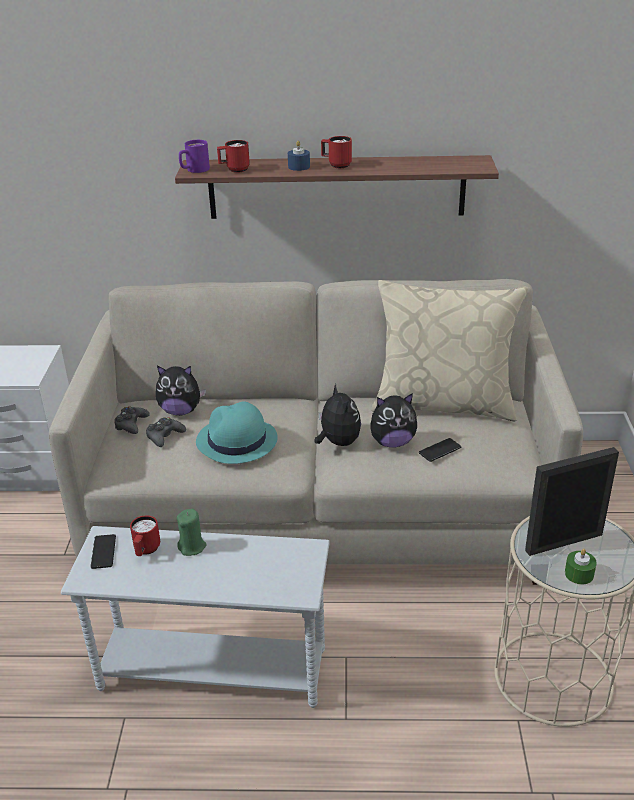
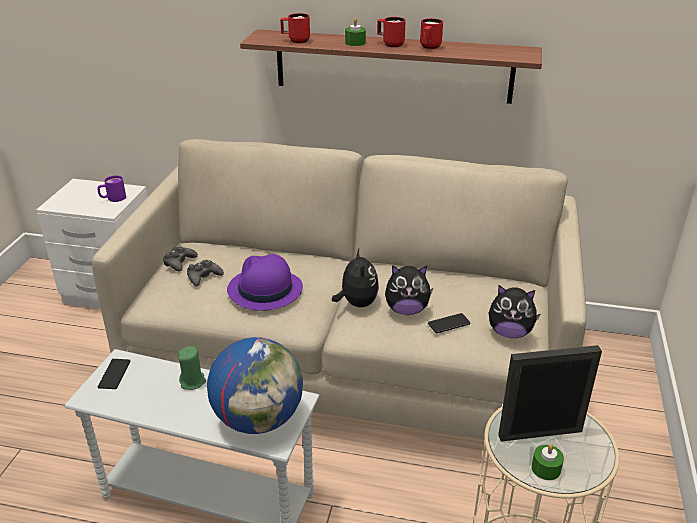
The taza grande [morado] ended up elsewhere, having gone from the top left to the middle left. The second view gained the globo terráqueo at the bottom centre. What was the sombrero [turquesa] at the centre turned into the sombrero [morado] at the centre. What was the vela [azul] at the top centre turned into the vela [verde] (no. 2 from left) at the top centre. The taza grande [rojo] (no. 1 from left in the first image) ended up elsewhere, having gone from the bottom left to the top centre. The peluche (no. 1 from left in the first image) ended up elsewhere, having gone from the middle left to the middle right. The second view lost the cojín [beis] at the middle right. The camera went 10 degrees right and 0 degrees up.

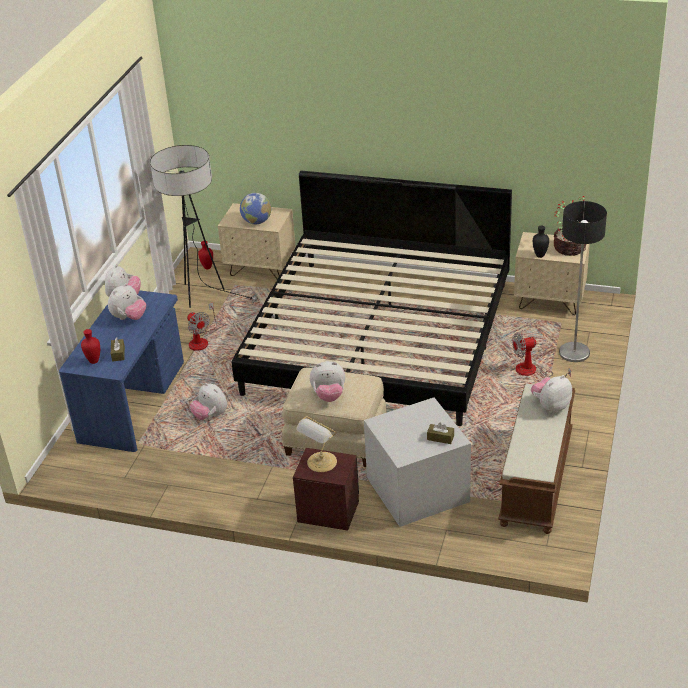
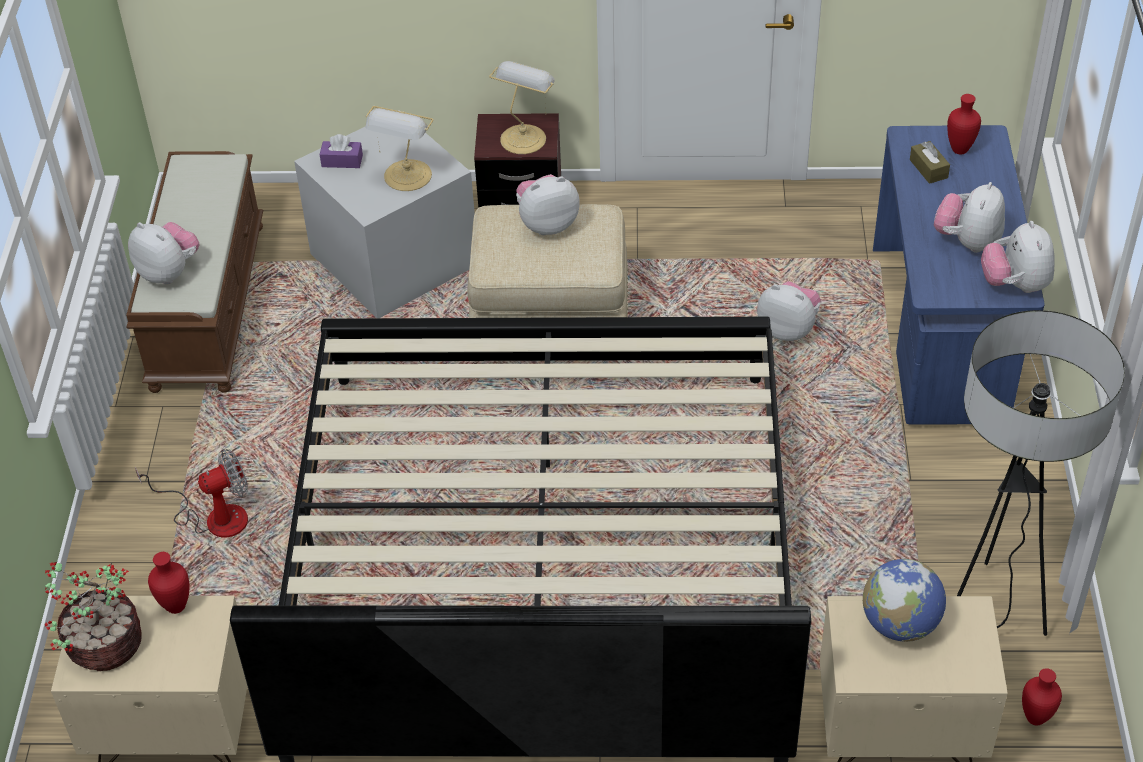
The peluche (no. 5 from left in the first image) at the middle right ended up facing another way, 90 degrees counterclockwise from before. What was the florero [negro] at the middle right turned into the florero [rojo] (no. 1 from left) at the bottom left. What was the caja de pañuelos [marrón] (no. 2 from left) at the centre turned into the caja de pañuelos [morado] at the top left. The second view gained the lámpara de mesa (no. 1 from left) at the top centre. The second view lost the ventilador (no. 1 from left) at the middle left. The second view lost the lámpara de pie (no. 2 from left) at the middle right. The camera went 165 degrees right and 10 degrees up.

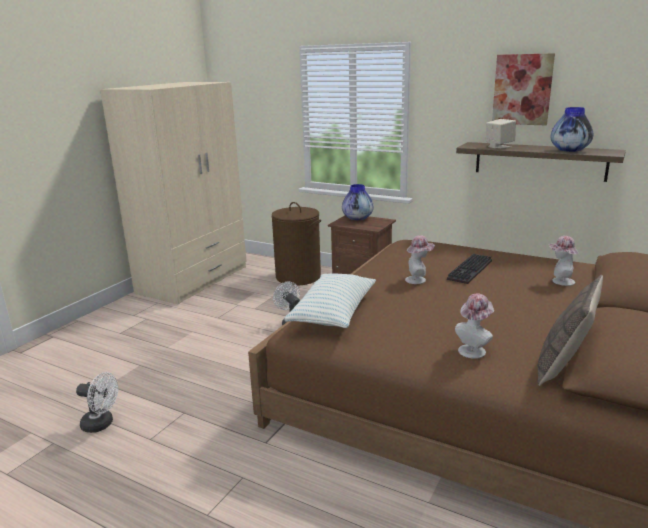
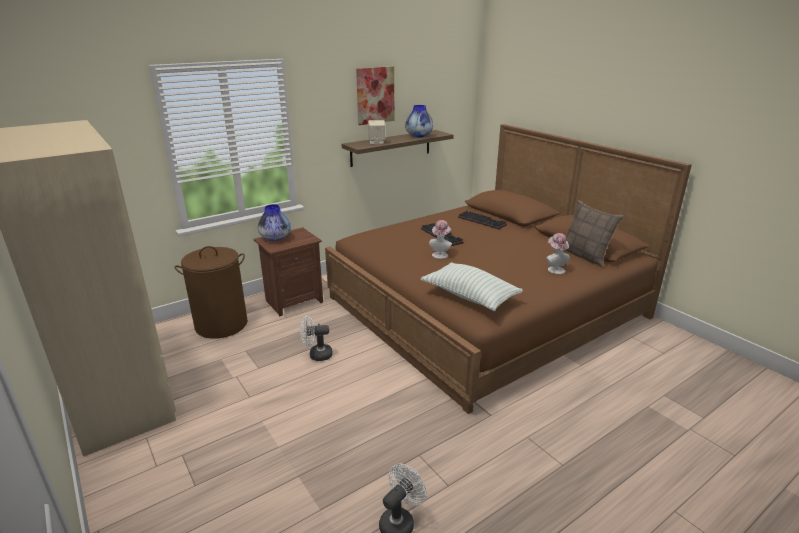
Where the sombrero (no. 3 from left) stood at the middle right, the teclado (no. 2 from left) came to stand at the centre. The camera went 65 degrees left and 5 degrees up.

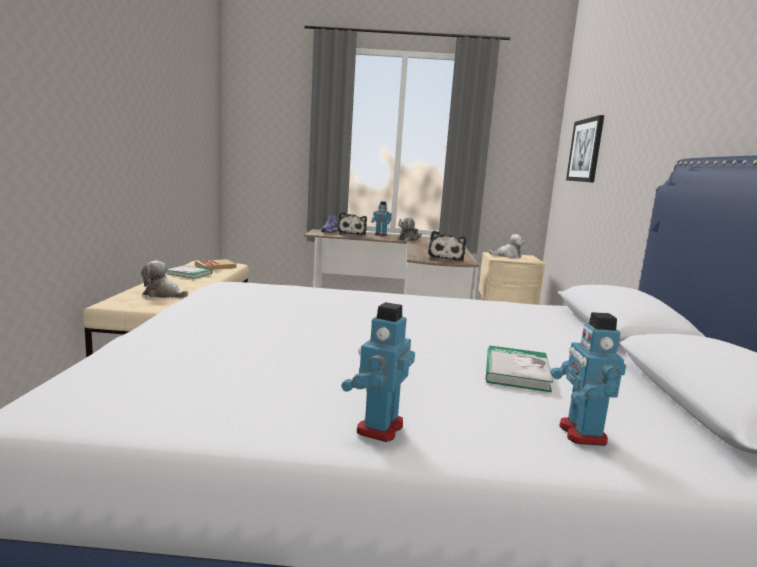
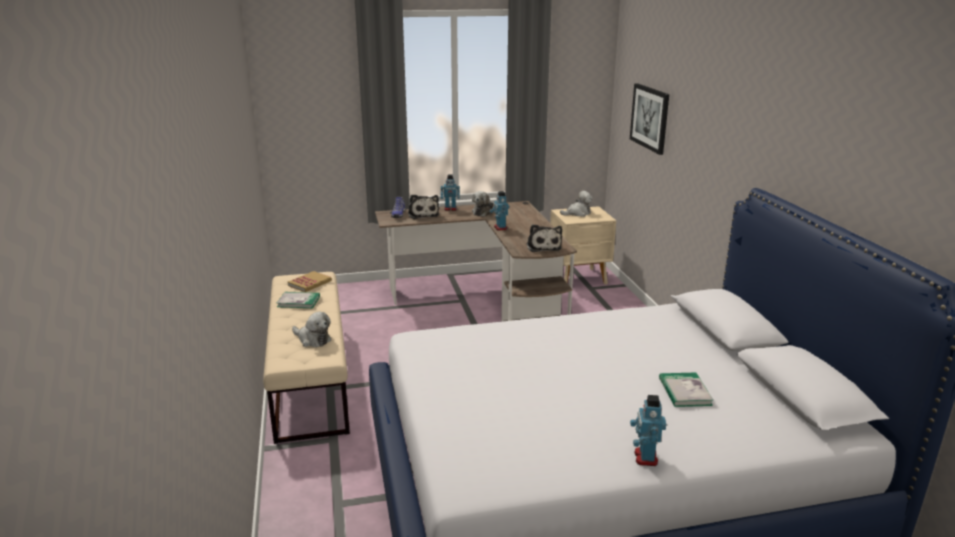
The peluche (no. 1 from left) at the middle left ended up facing another way, 150 degrees counterclockwise from before. The robot de juguete (no. 3 from left in the first image) ended up elsewhere, having gone from the bottom right to the centre. The camera went 15 degrees left and 10 degrees up.

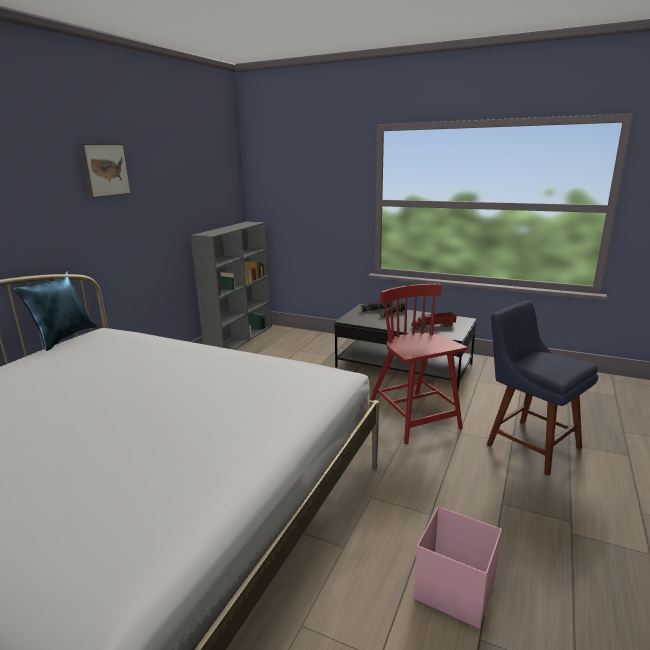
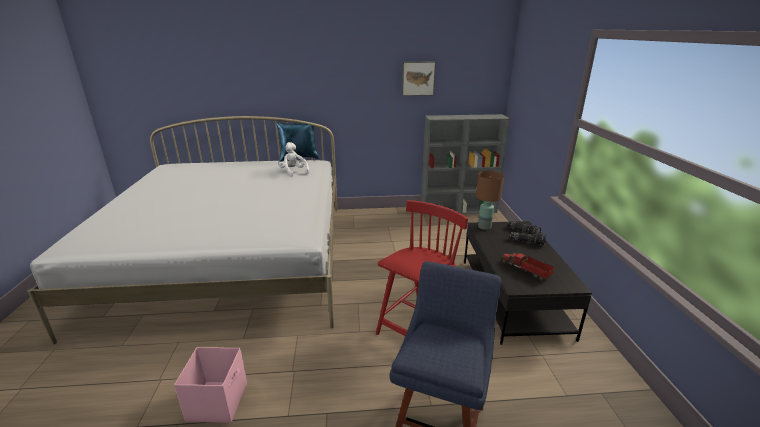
The second view gained the peluche [blanco] at the centre. The cuadro ended up elsewhere, having gone from the top left to the top centre. The second view gained the lámpara de mesa [marrón] at the centre. The camera went 60 degrees right and 5 degrees up.

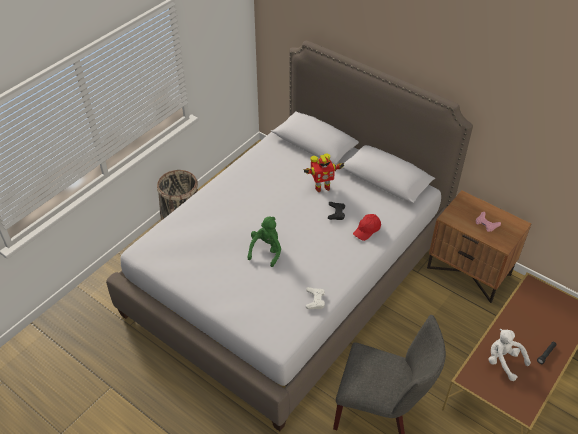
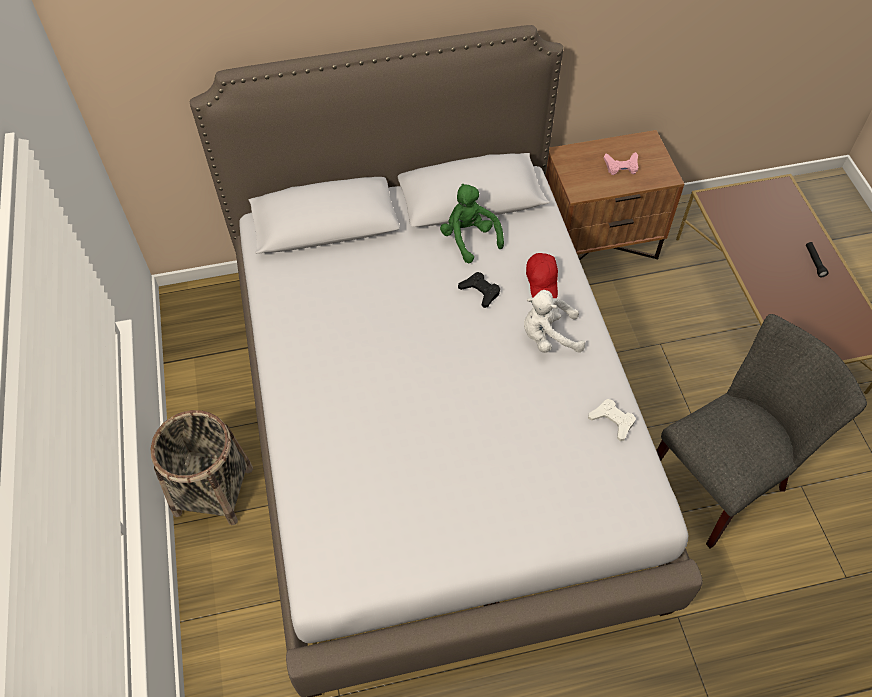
The peluche [verde] ended up elsewhere, having gone from the centre to the top centre. The peluche [blanco] ended up elsewhere, having gone from the bottom right to the centre. The second view lost the robot de juguete at the centre. The camera went 50 degrees left and 10 degrees up.

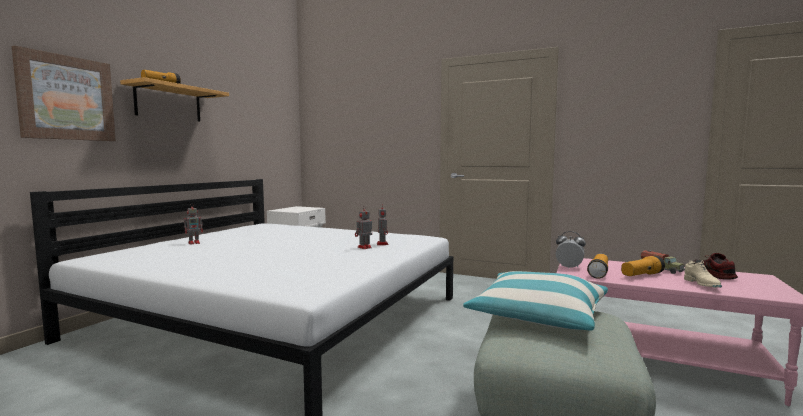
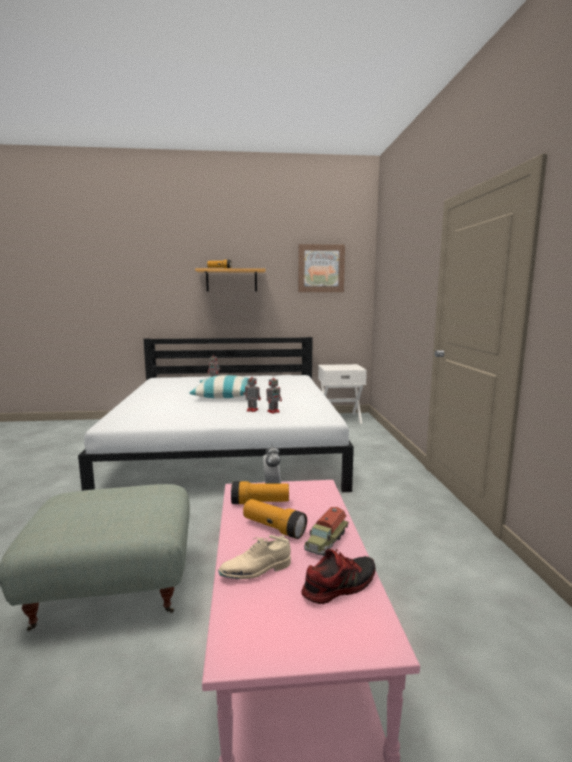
The cojín ended up elsewhere, having gone from the bottom centre to the centre. The cuadro ended up elsewhere, having gone from the top left to the centre. The camera went 60 degrees right and 5 degrees up.

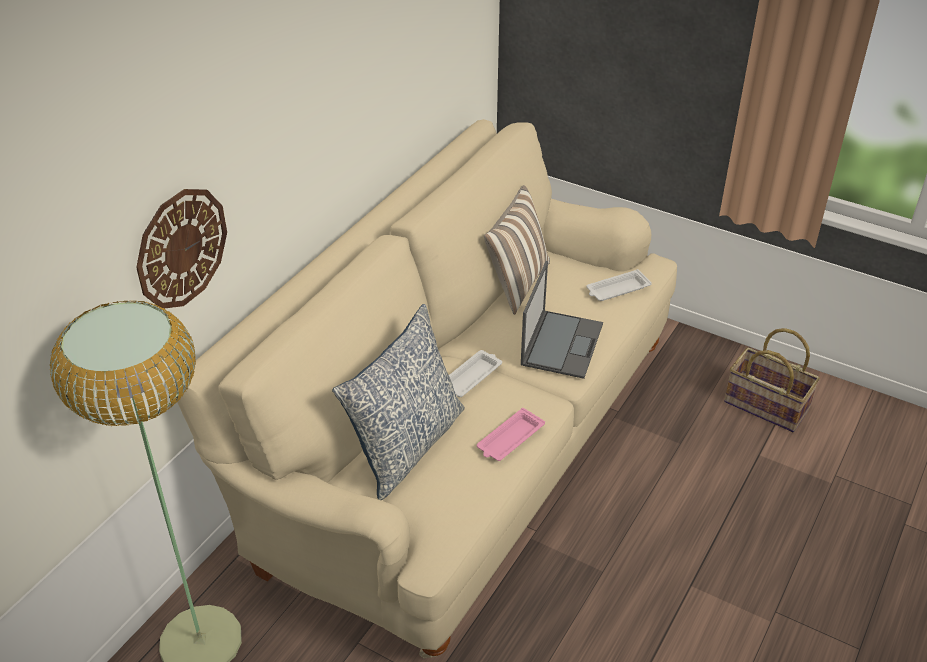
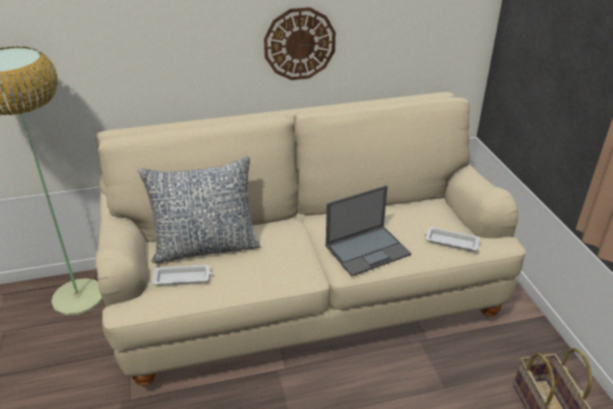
The bandeja [blanco] (no. 1 from left) ended up elsewhere, having gone from the centre to the bottom left. The reloj de pared ended up elsewhere, having gone from the middle left to the top centre. The second view lost the bandeja [rosa] at the centre. The second view lost the cojín (no. 2 from left) at the centre. The camera went 45 degrees right and 5 degrees down.

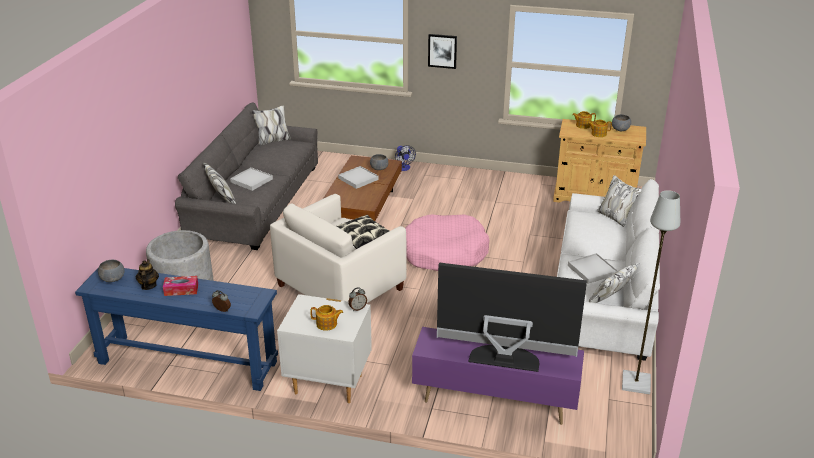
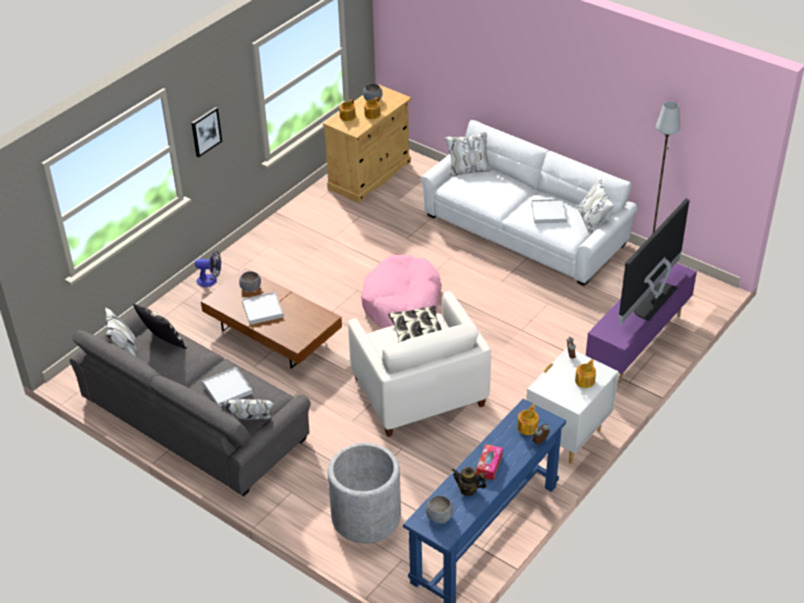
The second view gained the cojín (no. 1 from left) at the middle left. The second view gained the tetera (no. 4 from left) at the bottom centre. The camera went 65 degrees left and 10 degrees up.

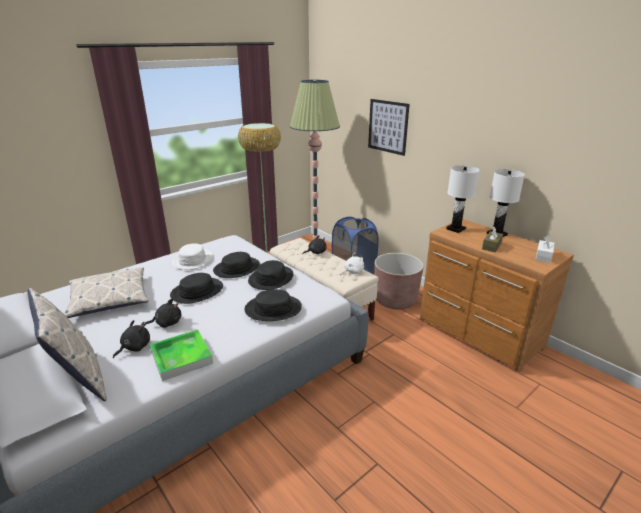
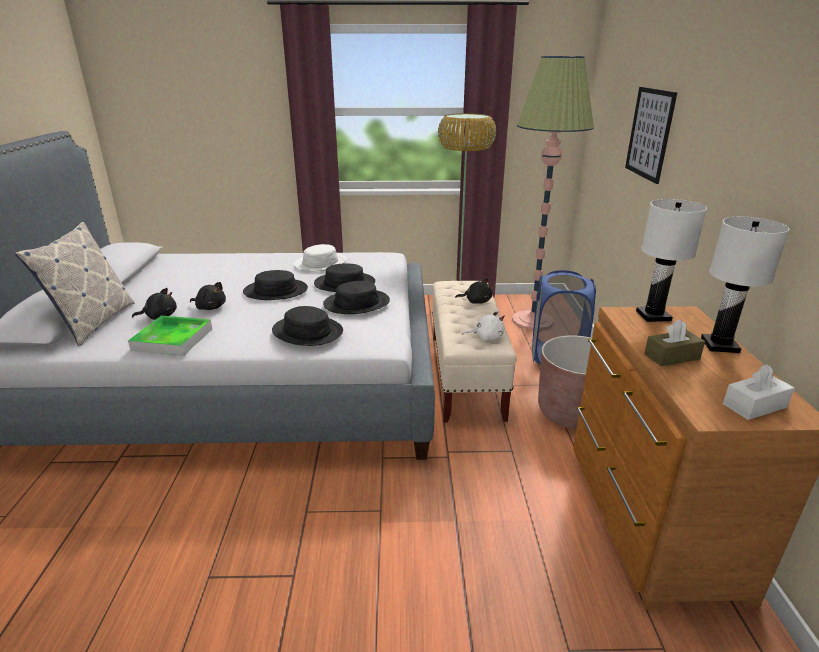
The second view lost the cojín (no. 2 from left) at the middle left. The camera went 40 degrees right and 0 degrees up.

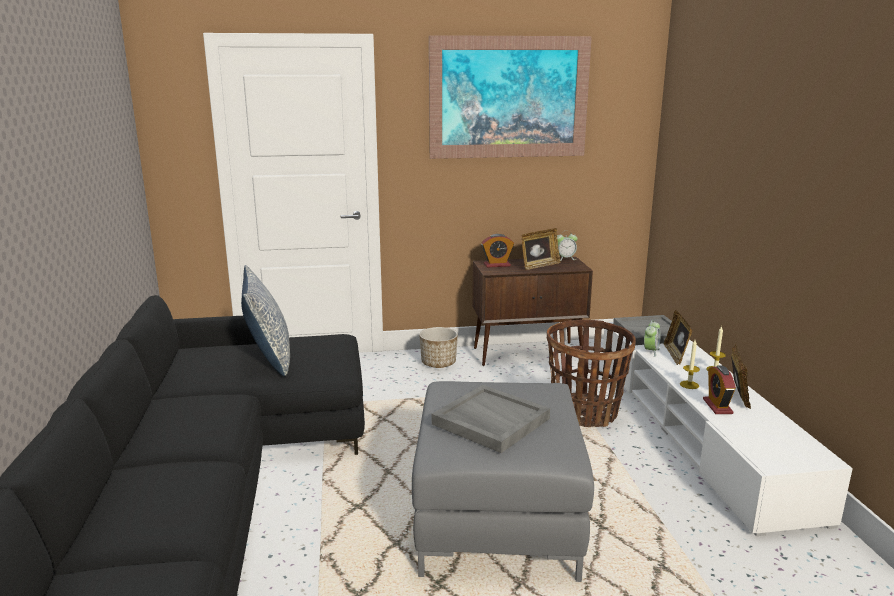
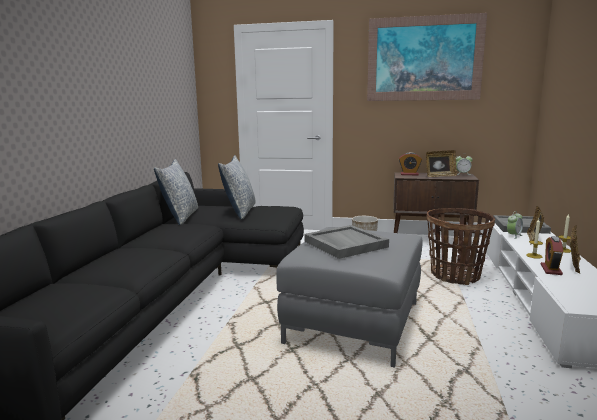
The second view gained the cojín (no. 1 from left) at the middle left. The camera went 20 degrees right and 5 degrees down.

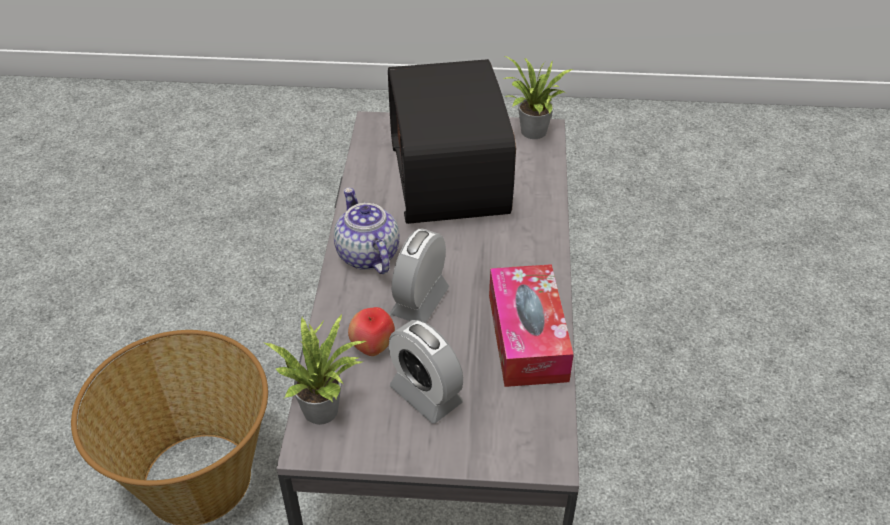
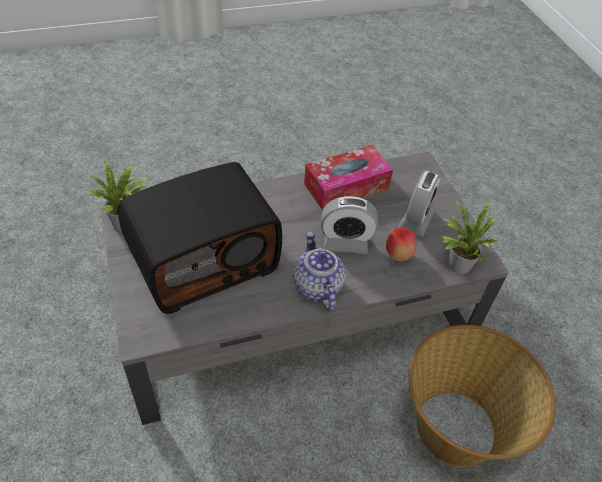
The tetera at the centre ended up facing another way, 120 degrees clockwise from before. The camera went 115 degrees left and 5 degrees up.

